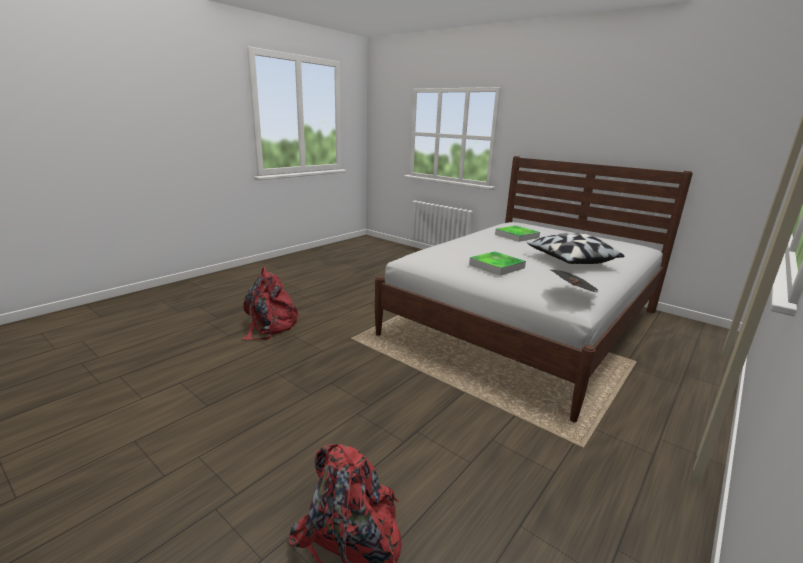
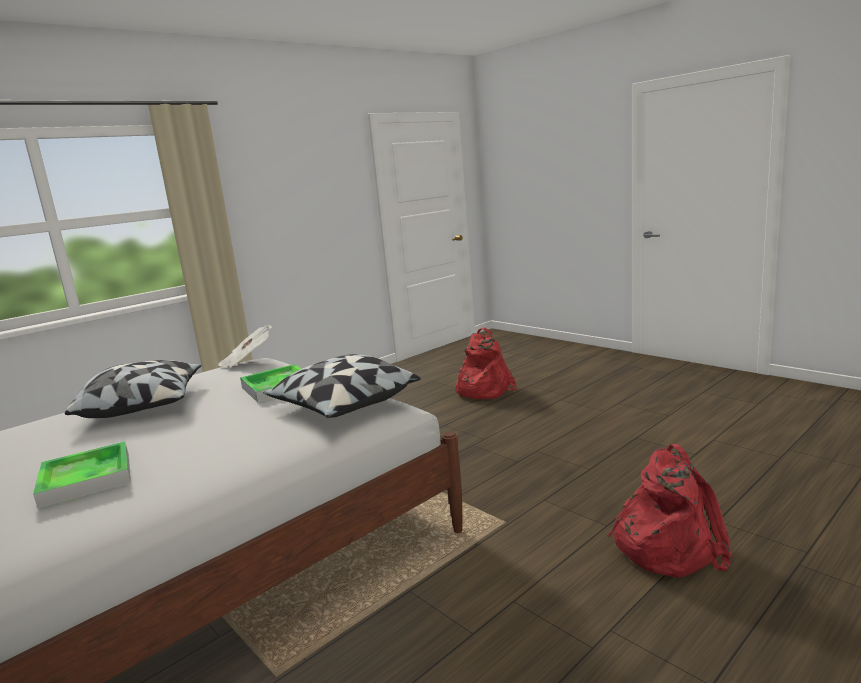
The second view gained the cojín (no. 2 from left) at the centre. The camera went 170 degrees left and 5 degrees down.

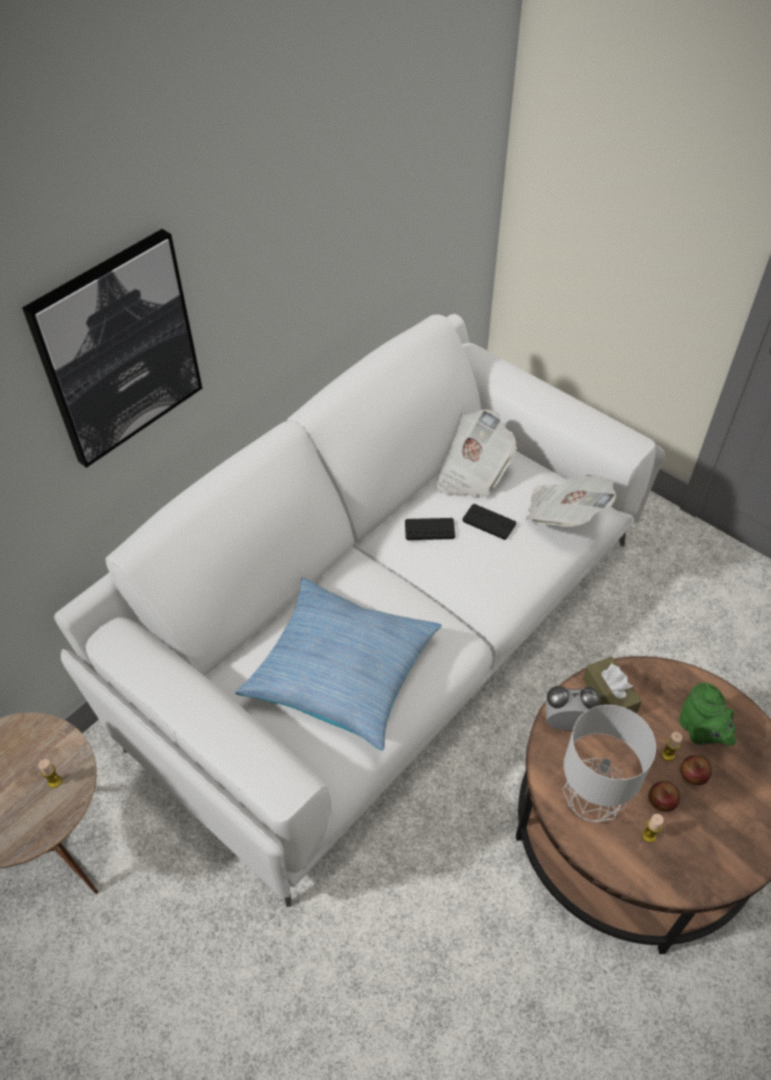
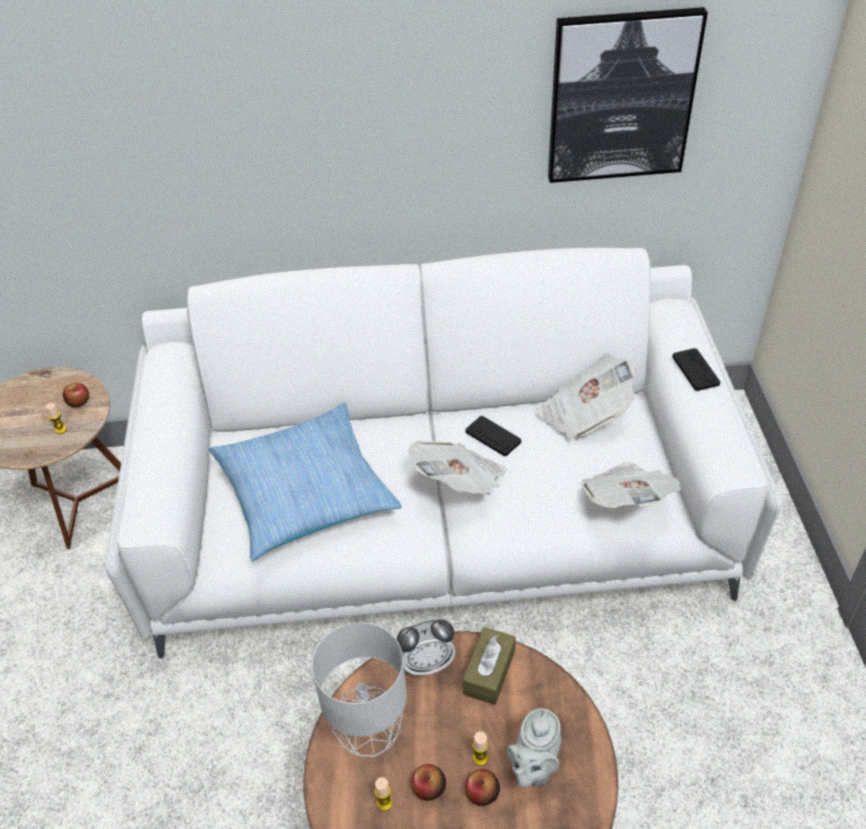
The second view gained the manzana (no. 1 from left) at the middle left. The despertador at the middle right ended up facing another way, 120 degrees clockwise from before. The second view gained the periódico (no. 1 from left) at the centre. What was the tetera [verde] at the middle right turned into the tetera [gris] at the bottom centre. The cuadro ended up elsewhere, having gone from the top left to the top right. The mando de consola [negro] (no. 2 from left) ended up elsewhere, having gone from the centre to the middle right. The camera went 45 degrees right and 5 degrees down.

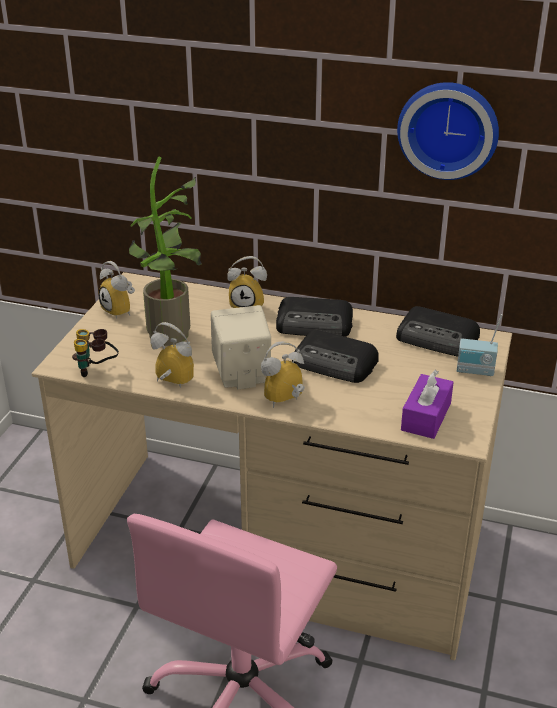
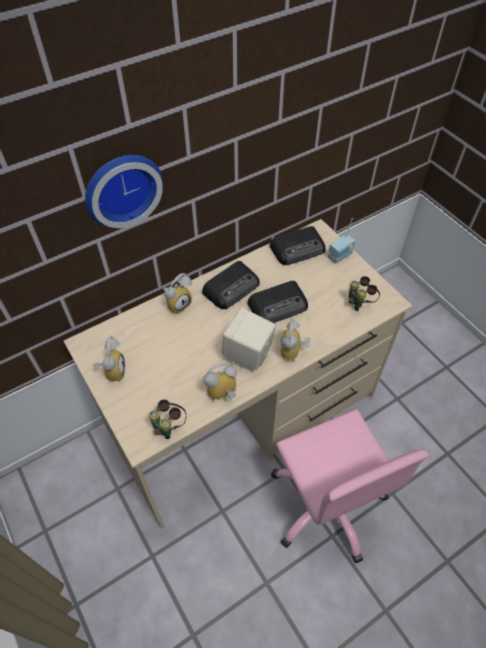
The reloj de pared ended up elsewhere, having gone from the top right to the top left. The despertador (no. 1 from left) at the middle left ended up facing another way, 90 degrees counterclockwise from before. Where the caja de pañuelos [morado] stood at the middle right, the prismáticos (no. 2 from left) came to stand at the middle right. The second view lost the planta en maceta at the middle left. The camera went 50 degrees left and 20 degrees up.

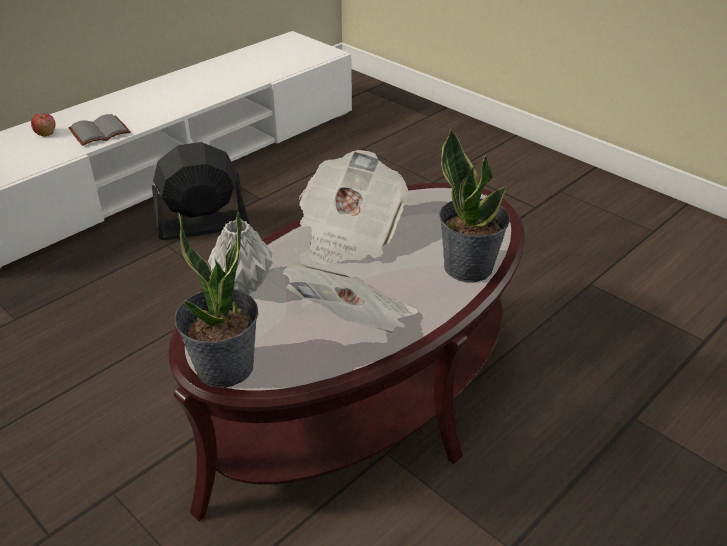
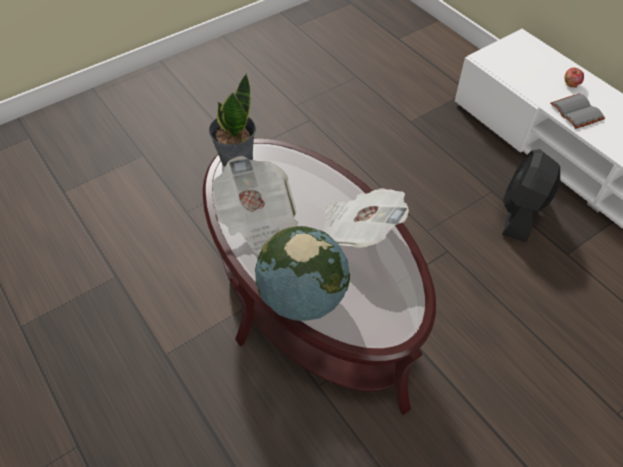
Where the planta en maceta (no. 2 from left) stood at the centre, the globo terráqueo came to stand at the centre. The ventilador [negro] at the middle left ended up facing another way, 150 degrees counterclockwise from before. The second view lost the florero [gris] at the middle left. The camera went 100 degrees right and 15 degrees up.

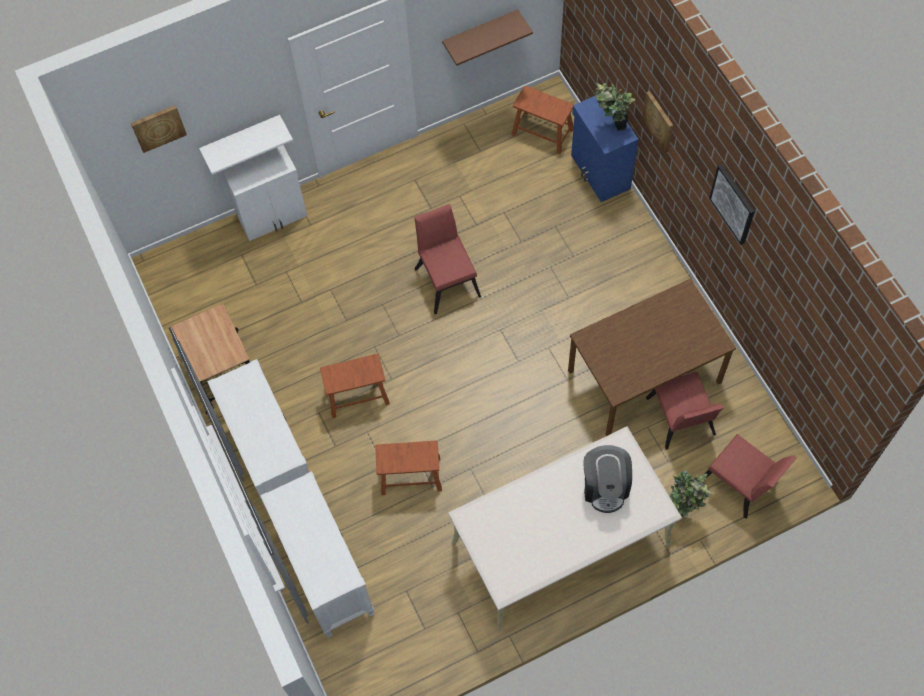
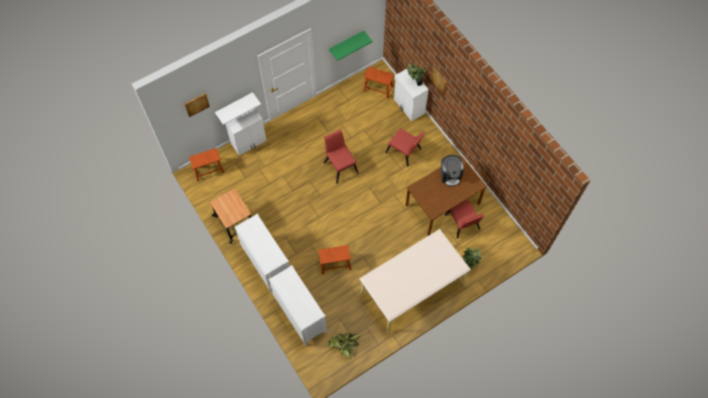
The taburete [marrón] (no. 1 from left) ended up elsewhere, having gone from the centre to the middle left. What was the estante [marrón] at the top centre turned into the estante [verde] at the top centre. The second view gained the planta en maceta (no. 1 from left) at the bottom centre. The silla [rojo] (no. 3 from left in the first image) ended up elsewhere, having gone from the bottom right to the centre. What was the armario [azul] at the top centre turned into the armario [blanco] (no. 2 from left) at the top centre. The cafetera ended up elsewhere, having gone from the bottom centre to the centre. The second view lost the cuadro (no. 3 from left) at the top right. The camera went 10 degrees left and 0 degrees up.

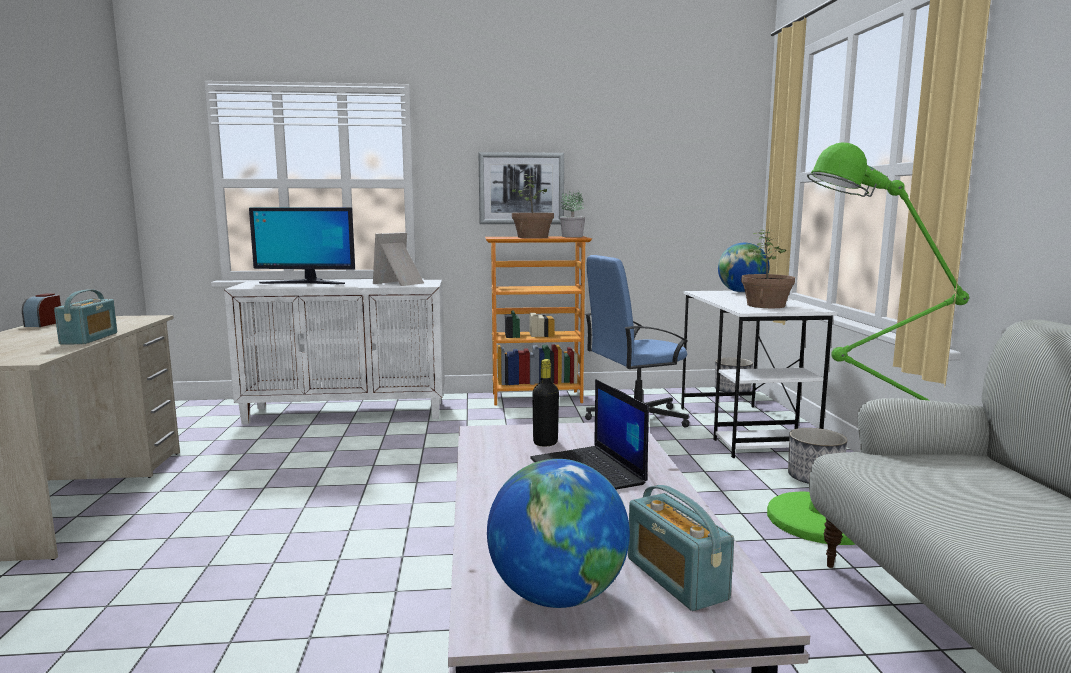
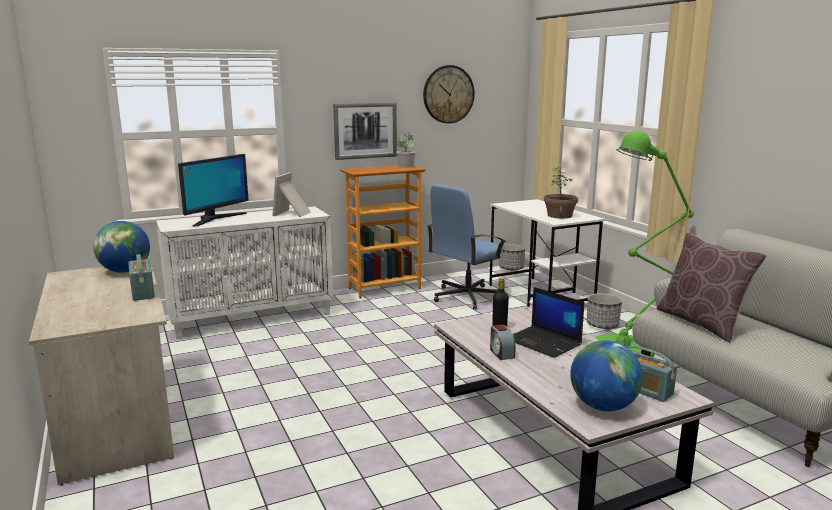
The globo terráqueo (no. 2 from left in the first image) ended up elsewhere, having gone from the middle right to the middle left. The monitor at the middle left ended up facing another way, 45 degrees counterclockwise from before. The second view gained the reloj de pared at the top centre. The despertador ended up elsewhere, having gone from the middle left to the bottom centre. The second view gained the cojín [marrón] at the middle right. The second view lost the planta en maceta (no. 1 from left) at the top centre. The camera went 20 degrees left and 5 degrees up.

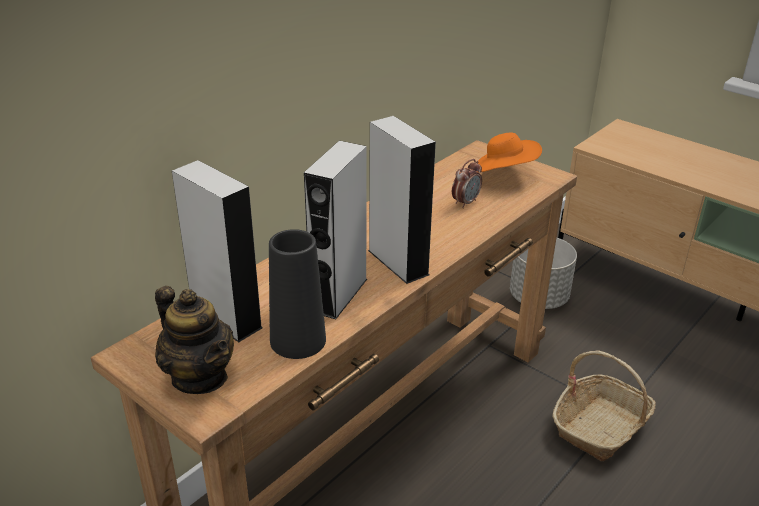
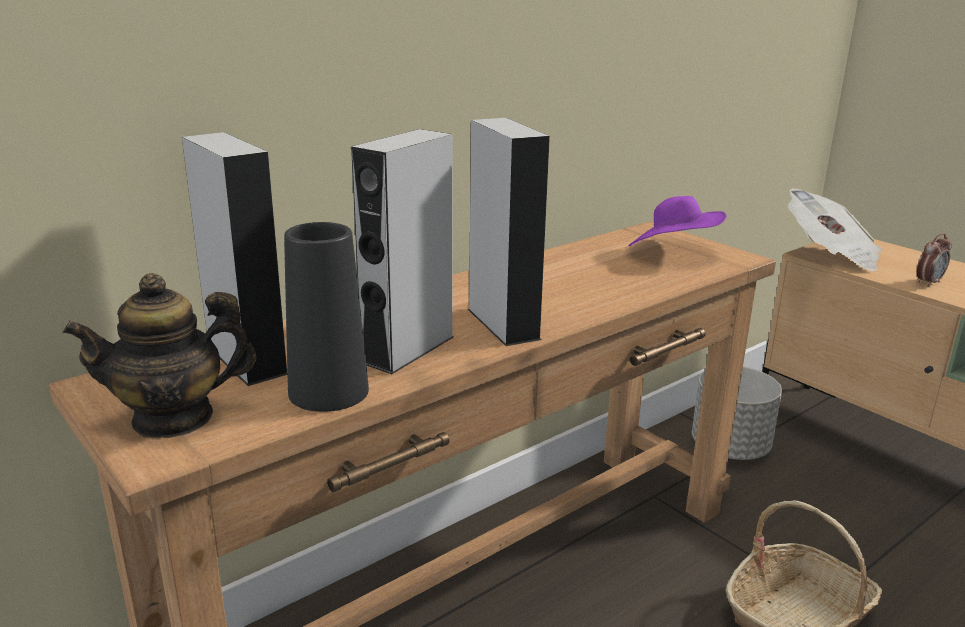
The tetera at the bottom left ended up facing another way, 105 degrees clockwise from before. What was the sombrero [naranja] at the top right turned into the sombrero [morado] at the middle right. The second view gained the periódico at the middle right. The despertador ended up elsewhere, having gone from the centre to the middle right. The camera went 10 degrees right and 10 degrees down.

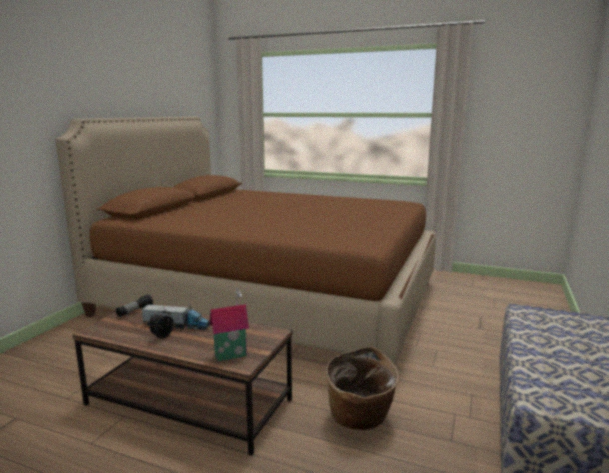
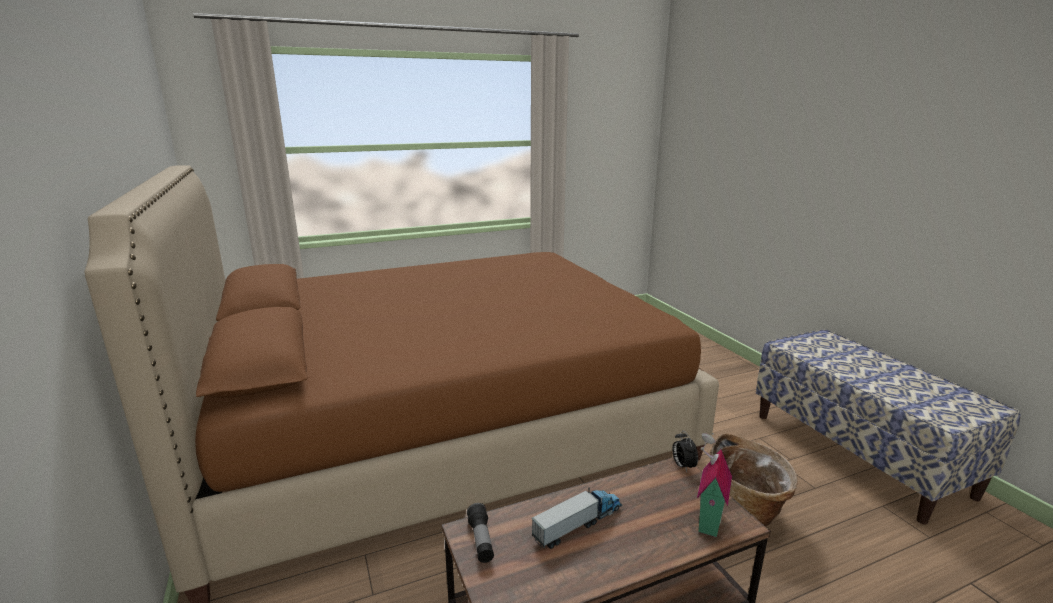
The despertador ended up elsewhere, having gone from the bottom left to the bottom centre. The camera went 45 degrees left and 5 degrees up.

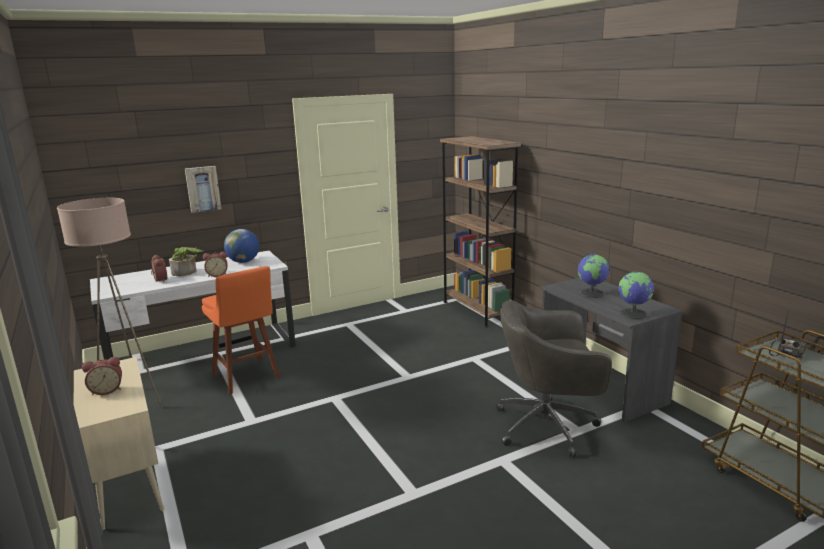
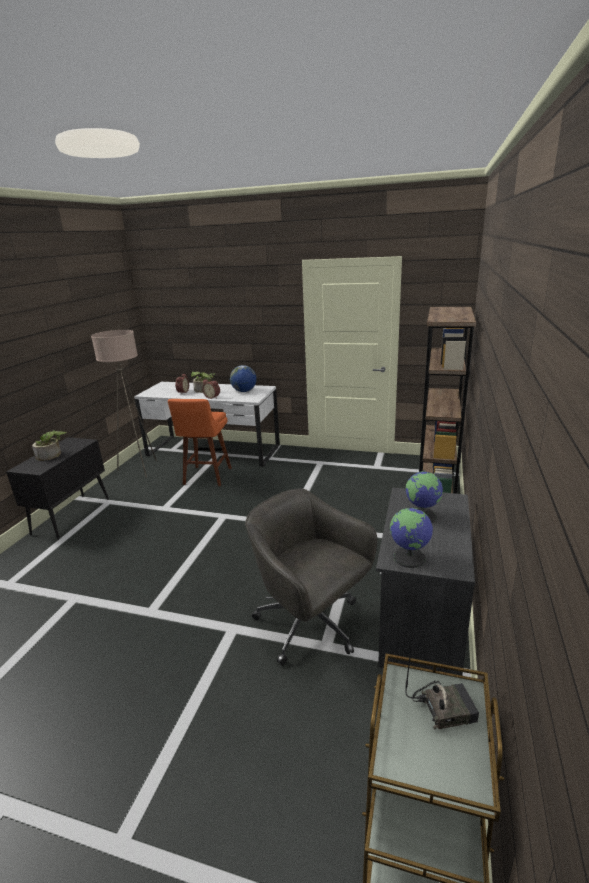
What was the armario [beis] at the bottom left turned into the armario [negro] at the middle left. Where the despertador (no. 1 from left) stood at the bottom left, the planta en maceta (no. 1 from left) came to stand at the middle left. The second view lost the cuadro at the middle left. The camera went 45 degrees right and 5 degrees up.

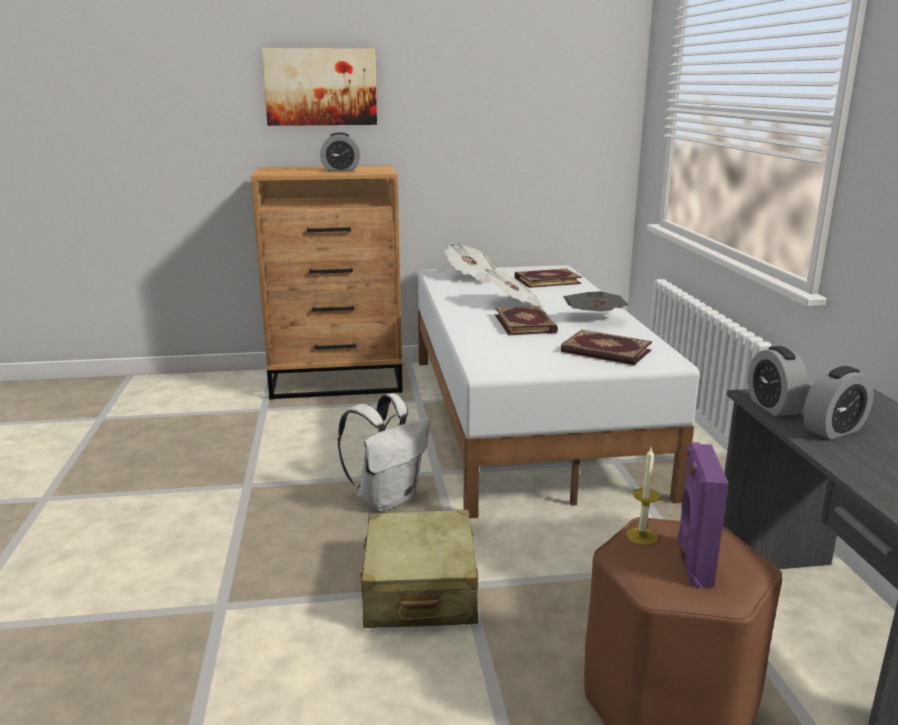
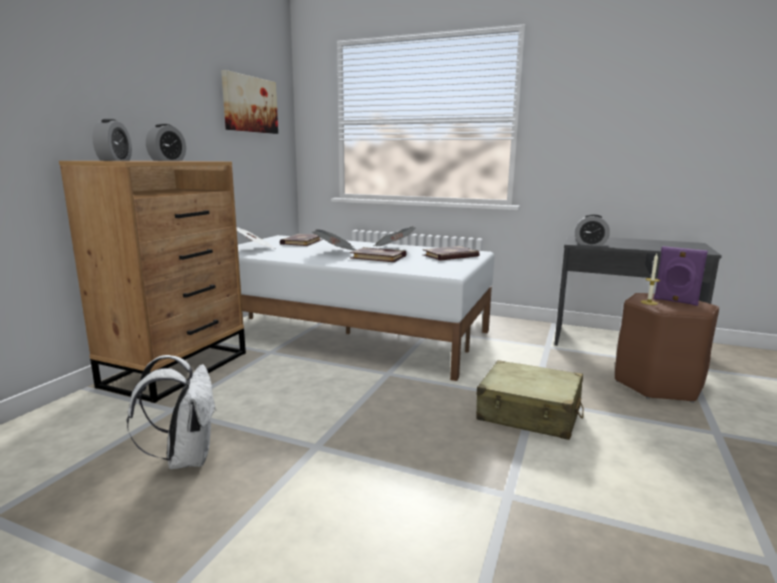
The despertador (no. 3 from left in the first image) ended up elsewhere, having gone from the middle right to the top left. The mochila [blanco] ended up elsewhere, having gone from the centre to the bottom left. The cuadro ended up elsewhere, having gone from the top centre to the top left. The camera went 60 degrees left and 5 degrees down.

